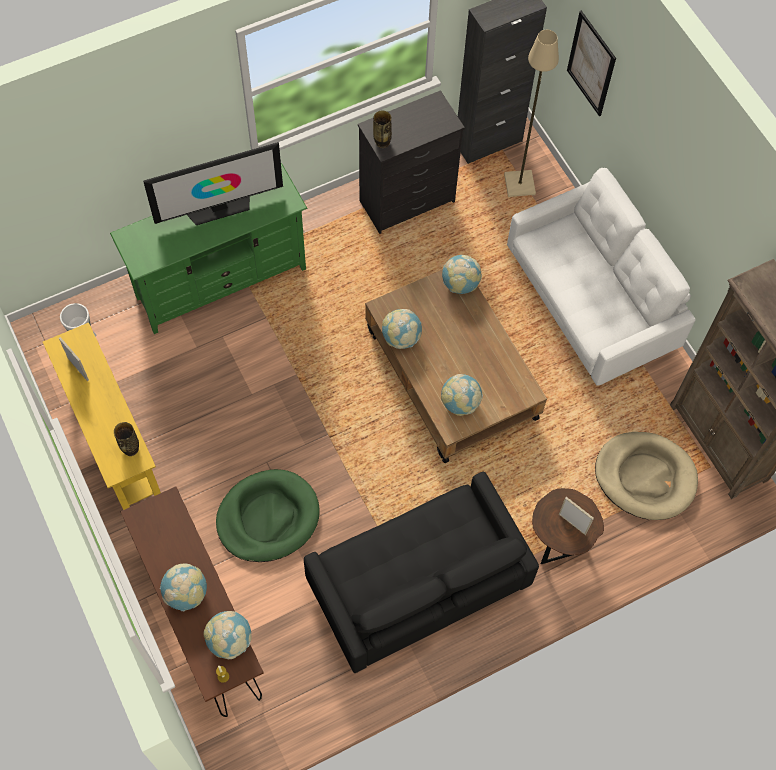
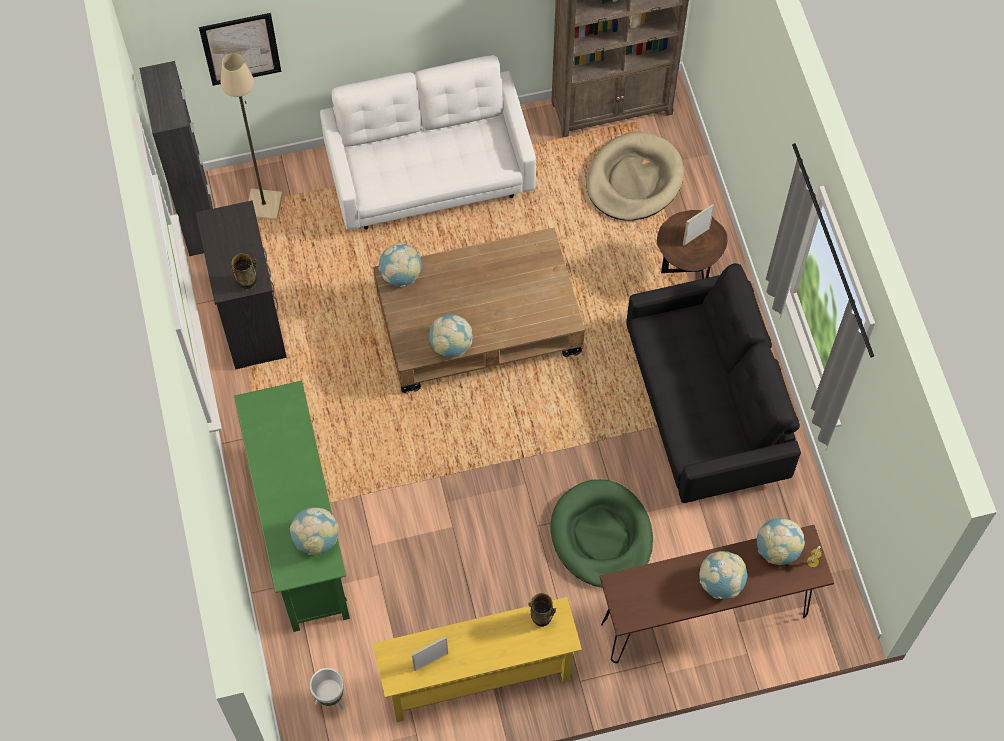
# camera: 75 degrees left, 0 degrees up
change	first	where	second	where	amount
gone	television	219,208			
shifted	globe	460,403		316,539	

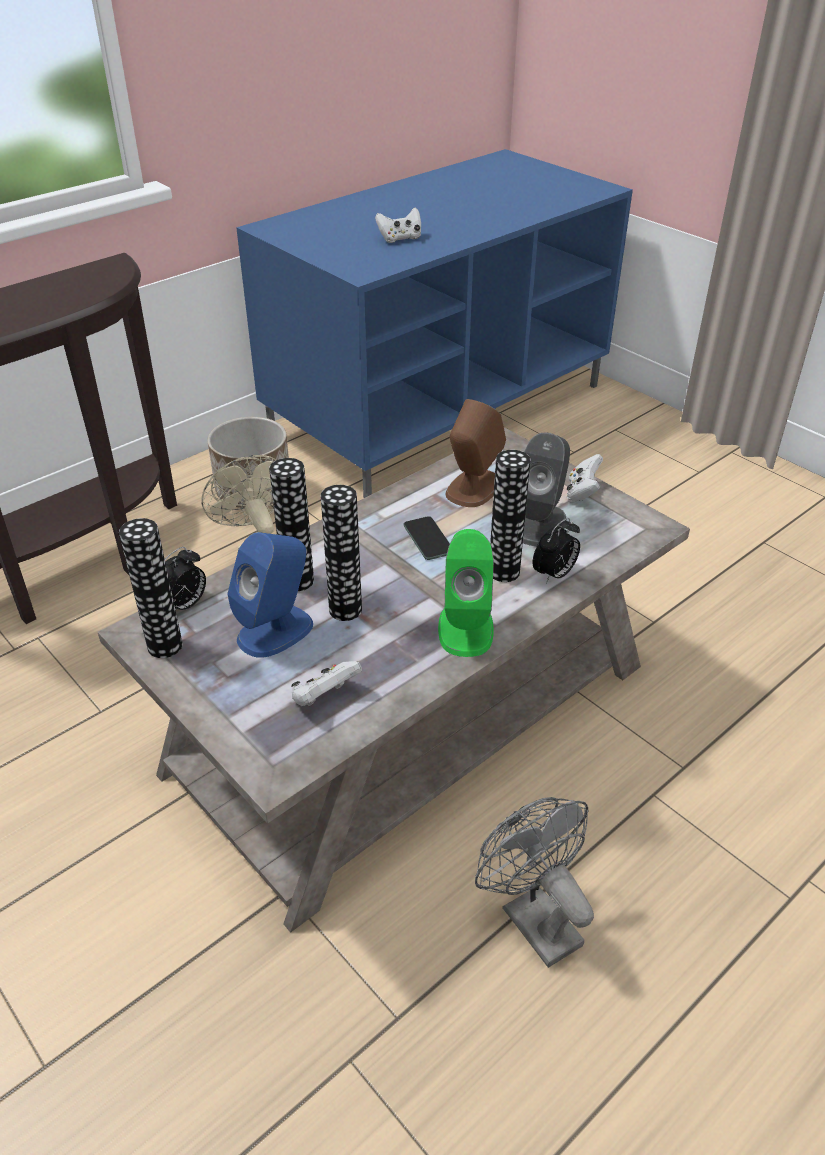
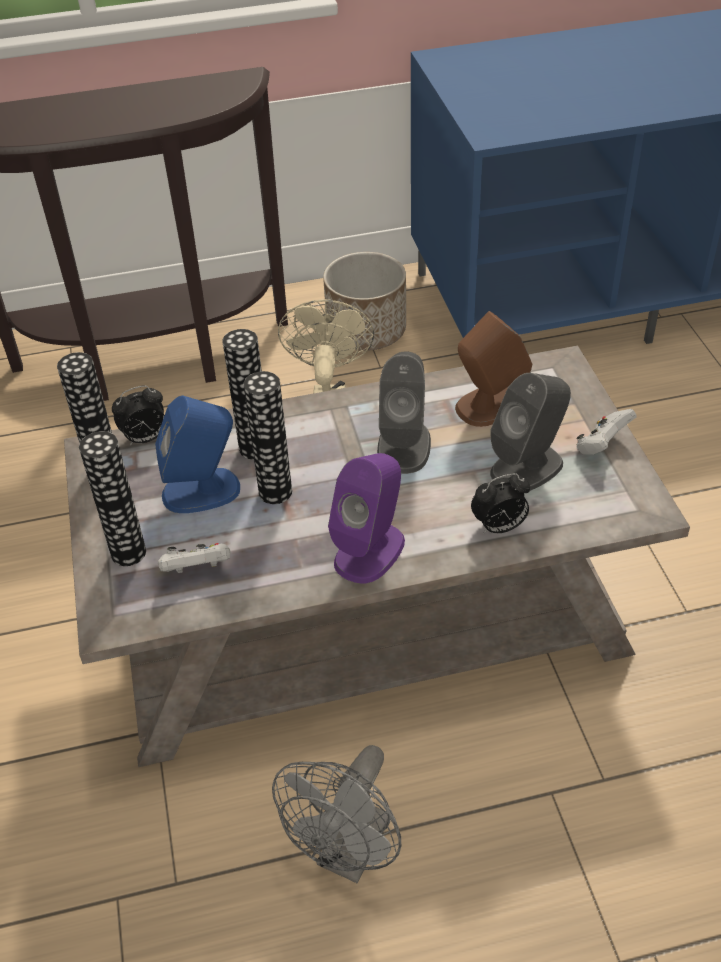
# camera: 30 degrees right, 5 degrees up
change	first	where	second	where	amount
gone	white game controller	400,239			
shifted	vase	504,572		128,553	
swapped	phone	428,539	grey speaker	404,446	
repainted	green speaker	465,627	purple speaker	370,550	
rotated	grey fan	532,917		349,854	150 degrees counterclockwise

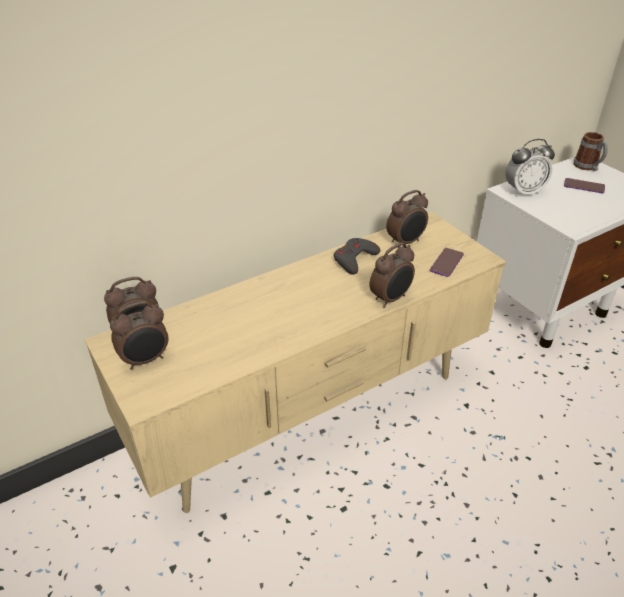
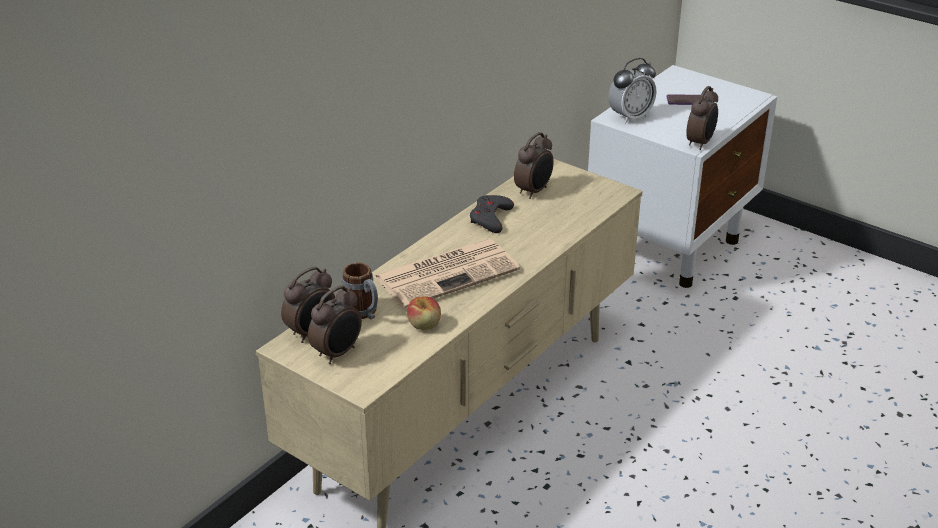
# camera: 20 degrees left, 5 degrees down
change	first	where	second	where	amount
shifted	mug	588,167		363,313	
shifted	alarm clock	391,299		700,143	
gone	phone	446,263			
new			newspaper	448,273	
new			apple	424,325	

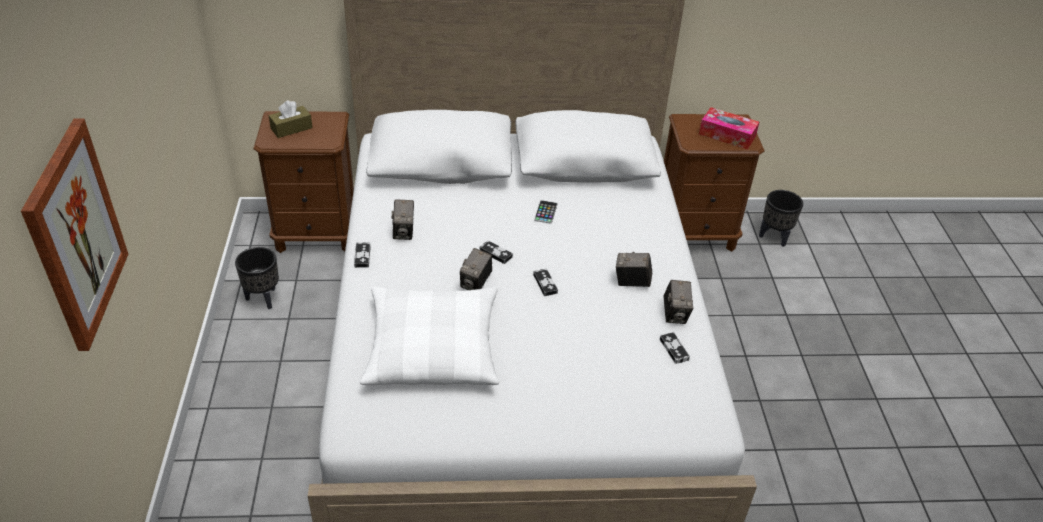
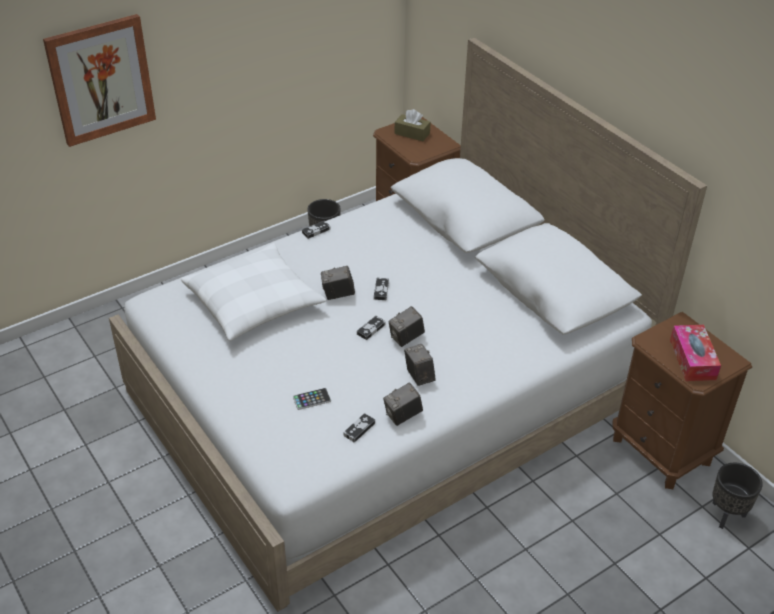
# camera: 60 degrees right, 0 degrees up
change	first	where	second	where	amount
shifted	photo camera	404,232		406,338	
shifted	phone	545,212		312,399	

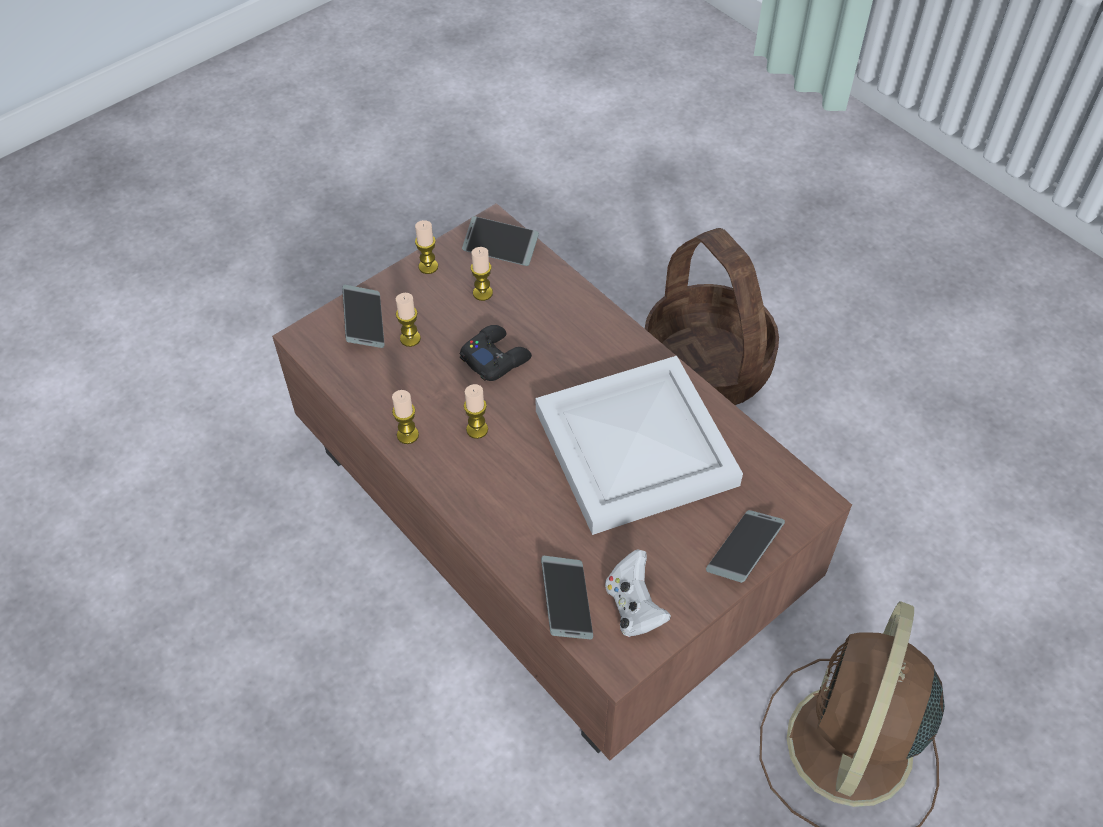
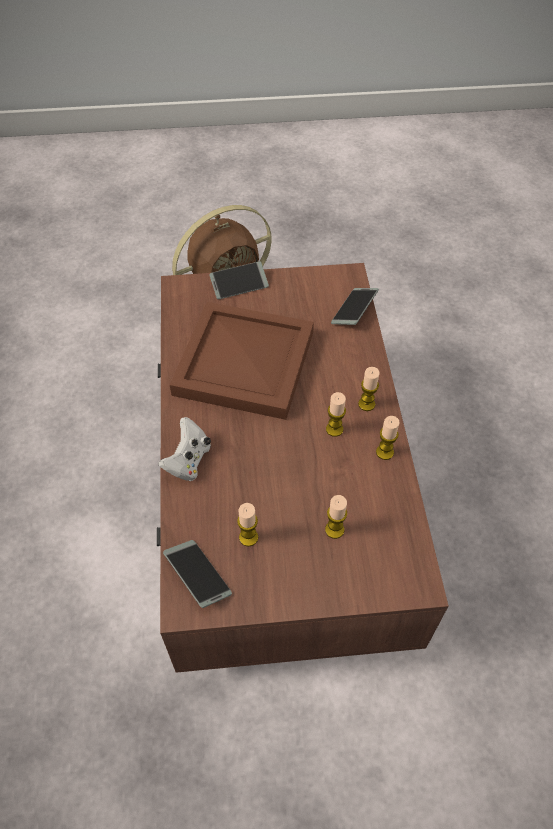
# camera: 145 degrees left, 0 degrees up
change	first	where	second	where	amount
shifted	candle	428,266		366,404	
gone	basket	705,365			
gone	phone	364,321			
gone	black game controller	495,358			
repainted	white tray	634,450	brown tray	247,362	
shifted	white game controller	634,607		188,461	

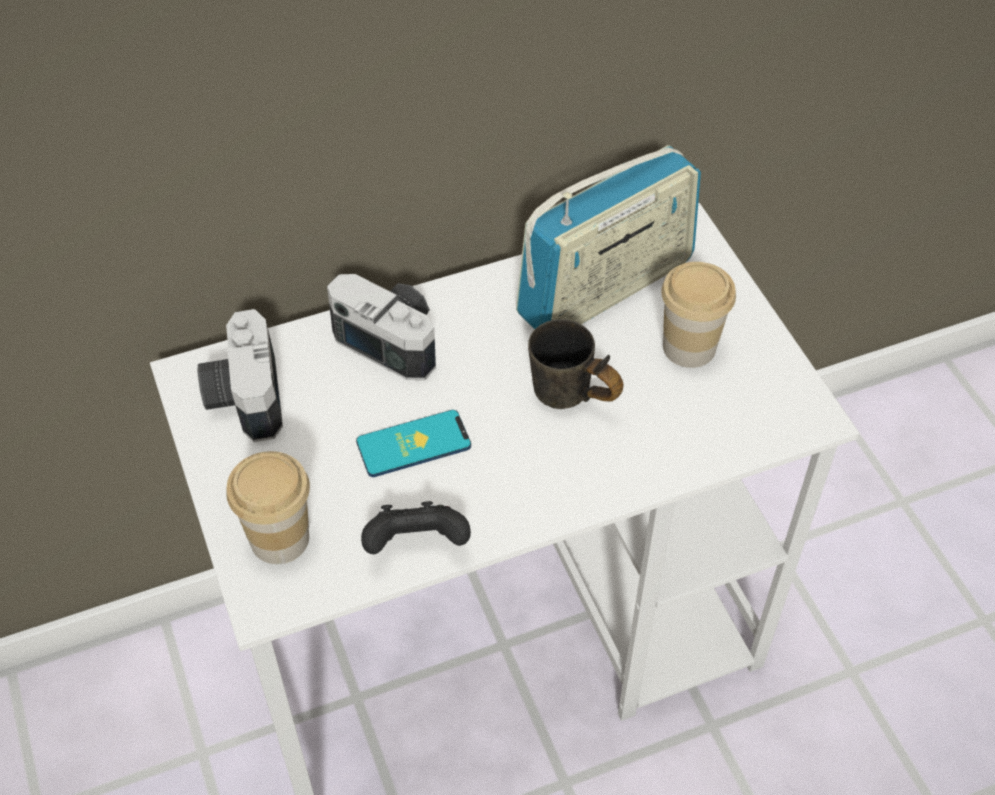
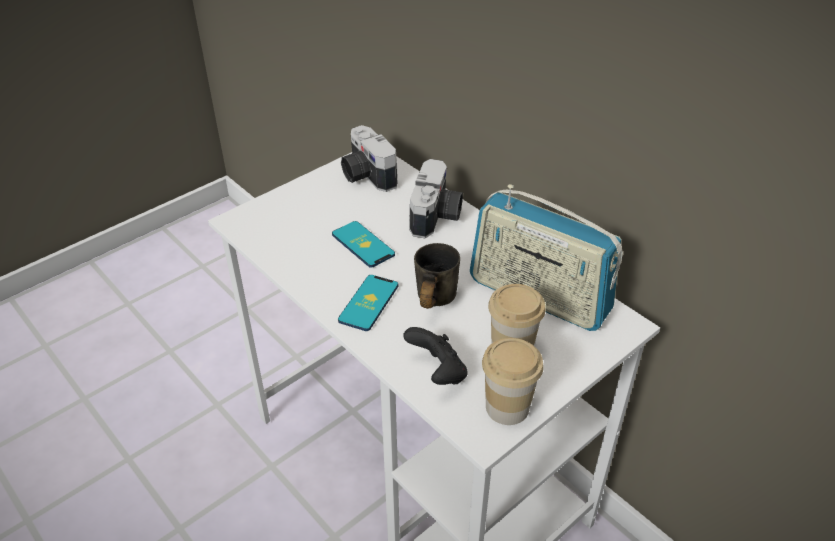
# camera: 70 degrees right, 10 degrees down
change	first	where	second	where	amount
rotated	photo camera	242,396		366,175	90 degrees counterclockwise
shifted	cup	279,538		507,407	
shifted	black game controller	416,545		437,372	
new			phone	368,303	

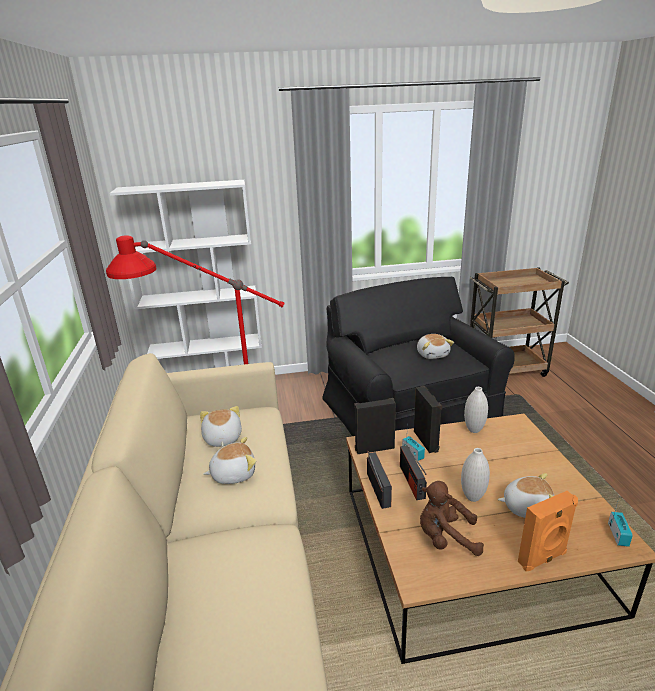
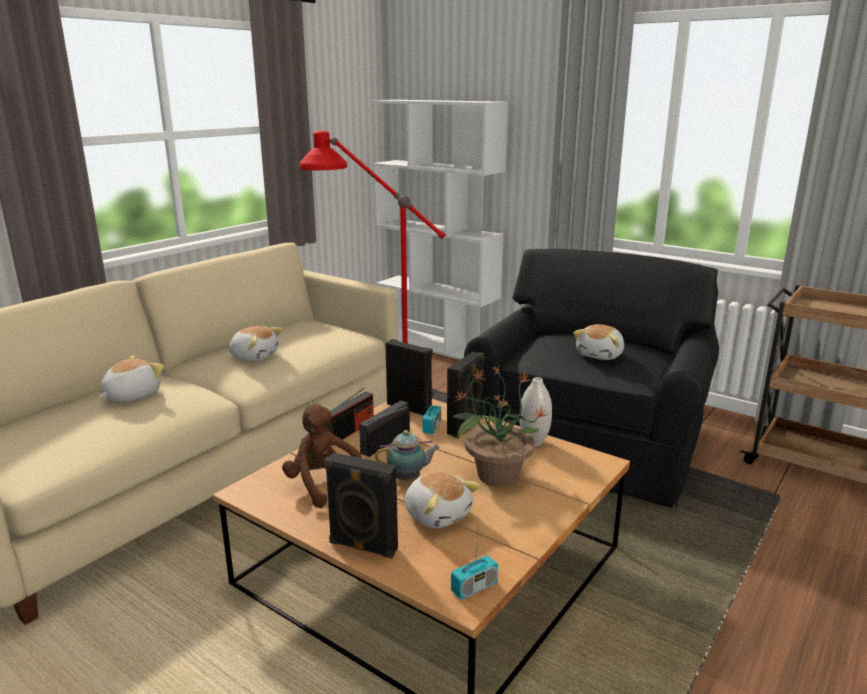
# camera: 45 degrees right, 5 degrees down
change	first	where	second	where	amount
shifted	plush toy	222,438		131,395	
swapped	white vase	472,497	teapot	408,479	
repainted	orange speaker	543,559	black speaker	362,547	
new			potted plant	496,475	

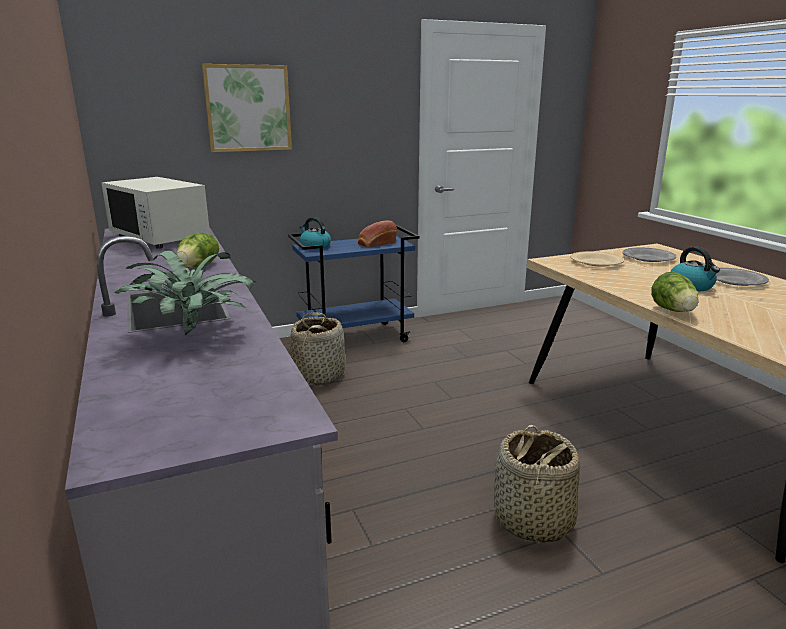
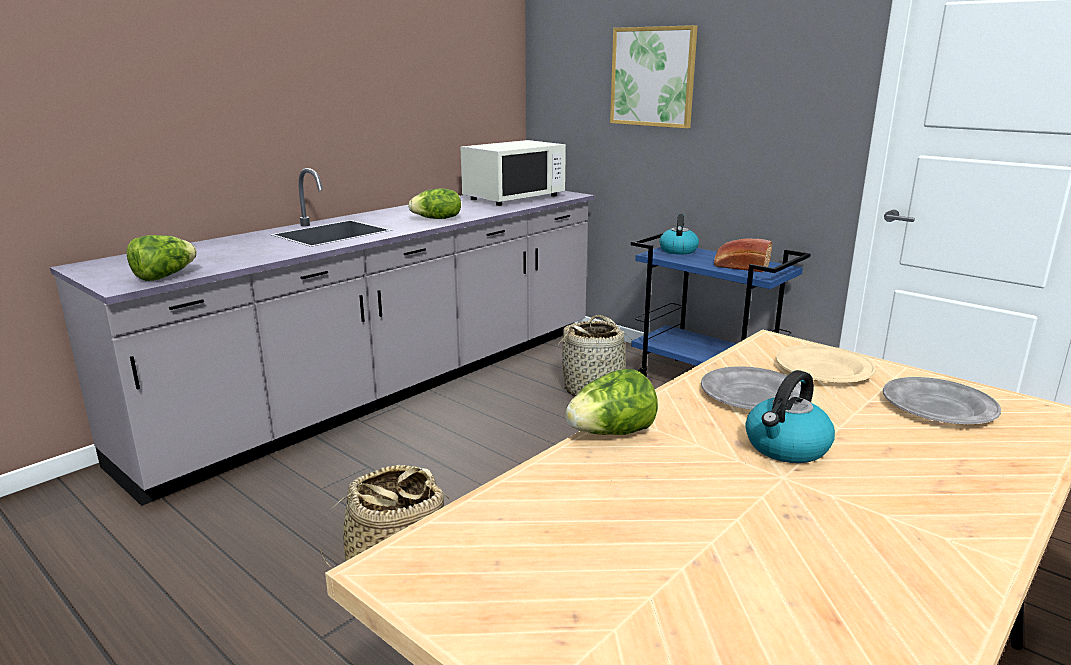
# camera: 65 degrees right, 0 degrees up
change	first	where	second	where	amount
rotated	white microwave	160,237		514,197	150 degrees counterclockwise
gone	potted plant	195,332			
shifted	grey plate	735,280		751,395	
new			lettuce	164,277	

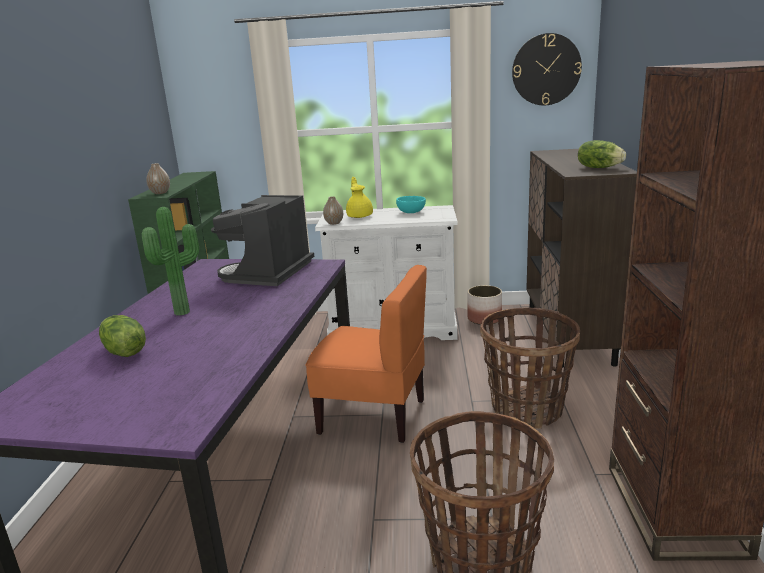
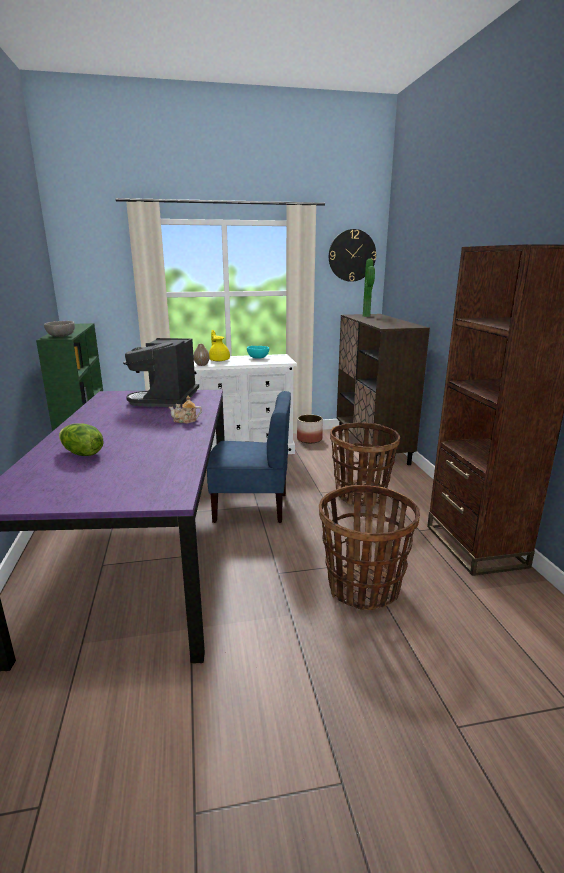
# camera: 15 degrees left, 0 degrees up
change	first	where	second	where	amount
gone	lettuce	599,168			
swapped	vase	160,193	grey bowl	62,336	
shifted	potted plant	184,312		367,316	
repainted	orange chair	373,416	blue chair	251,507	
new			teapot	185,420	

